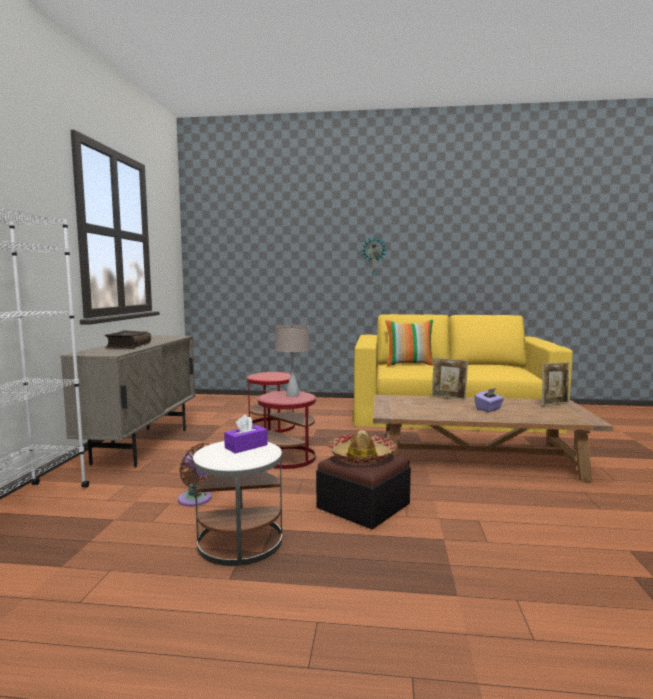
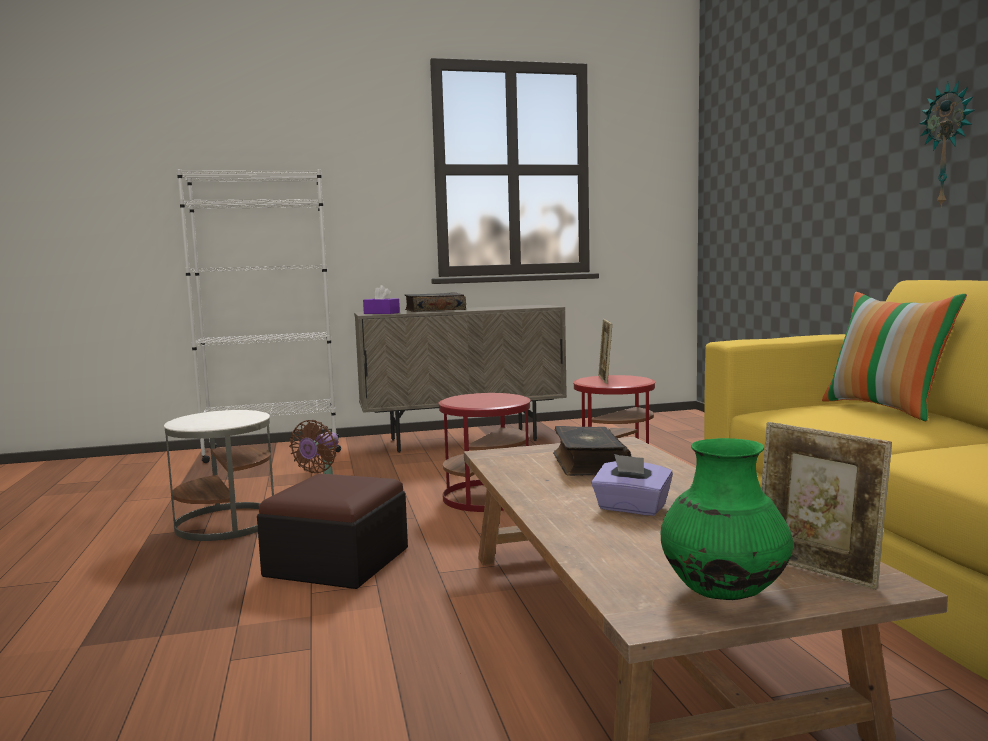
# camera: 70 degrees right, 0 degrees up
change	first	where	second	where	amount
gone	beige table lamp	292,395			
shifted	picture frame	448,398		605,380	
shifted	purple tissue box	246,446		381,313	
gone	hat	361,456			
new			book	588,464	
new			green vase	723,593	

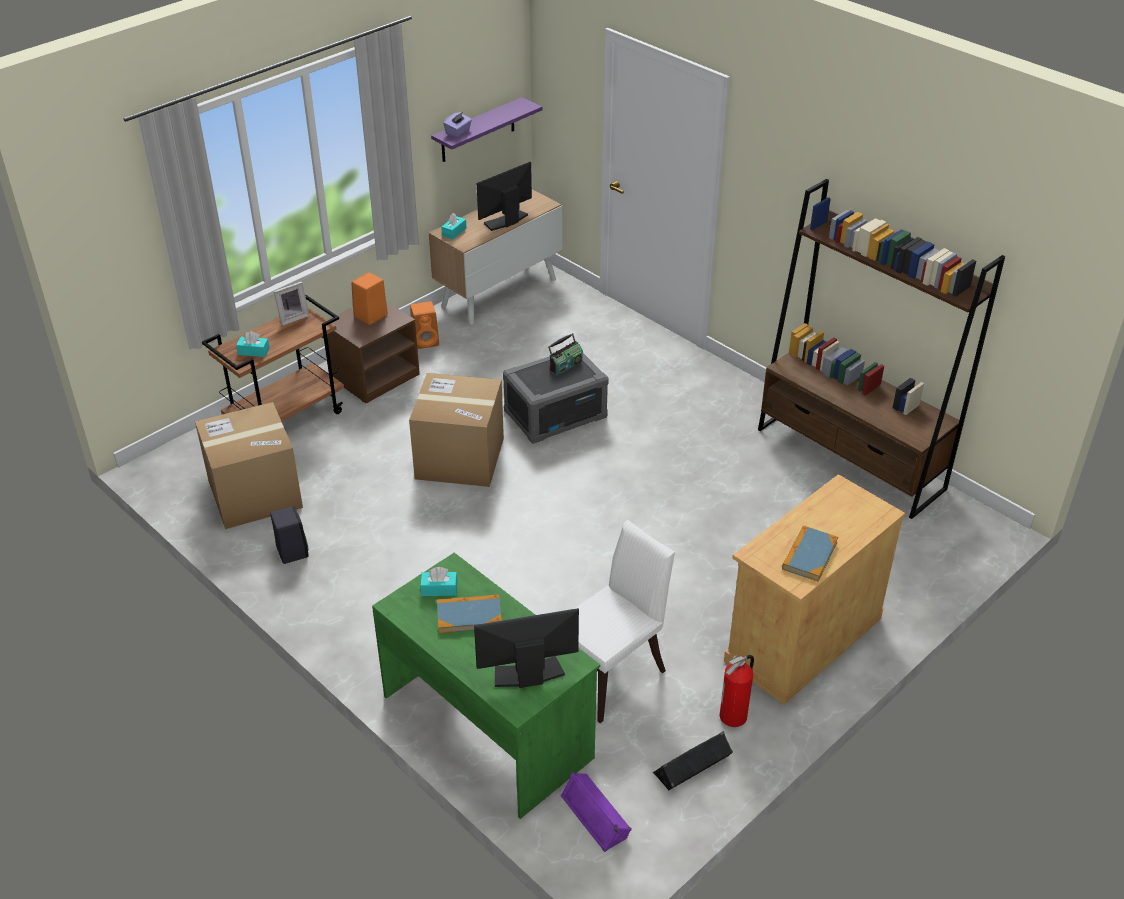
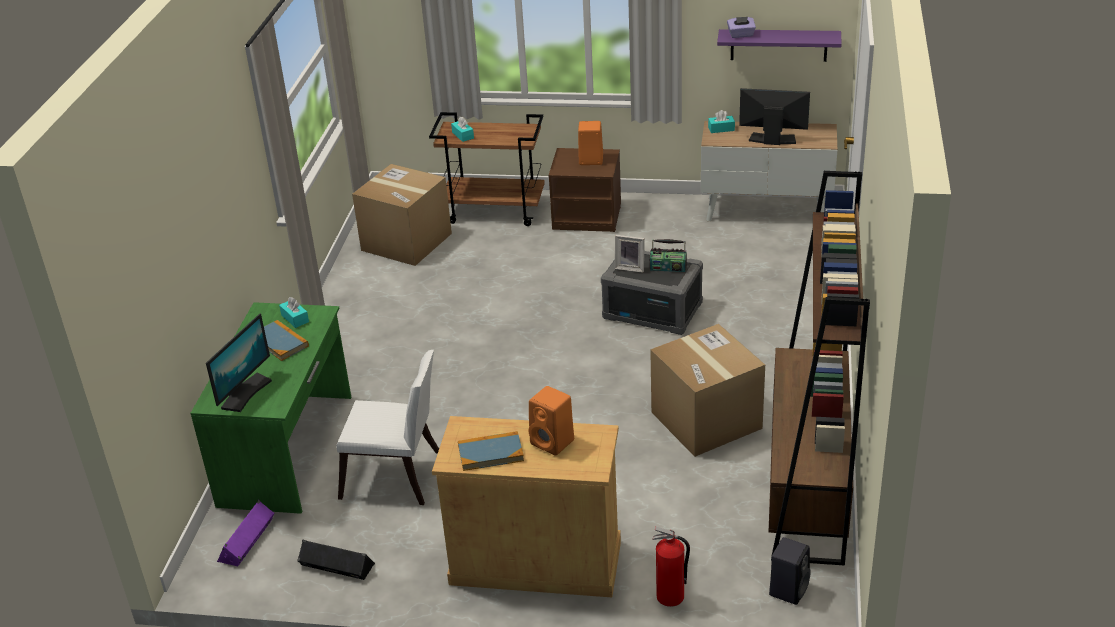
# camera: 55 degrees right, 5 degrees down
change	first	where	second	where	amount
shifted	picture frame	292,317		630,267	
shifted	orange speaker	426,341		553,442	
shifted	cardboard box	460,458		706,420	
shifted	black speaker	291,551		789,589	
rotated	monitor	528,674		245,393	75 degrees clockwise
shifted	fire extinguisher	734,716		670,597	

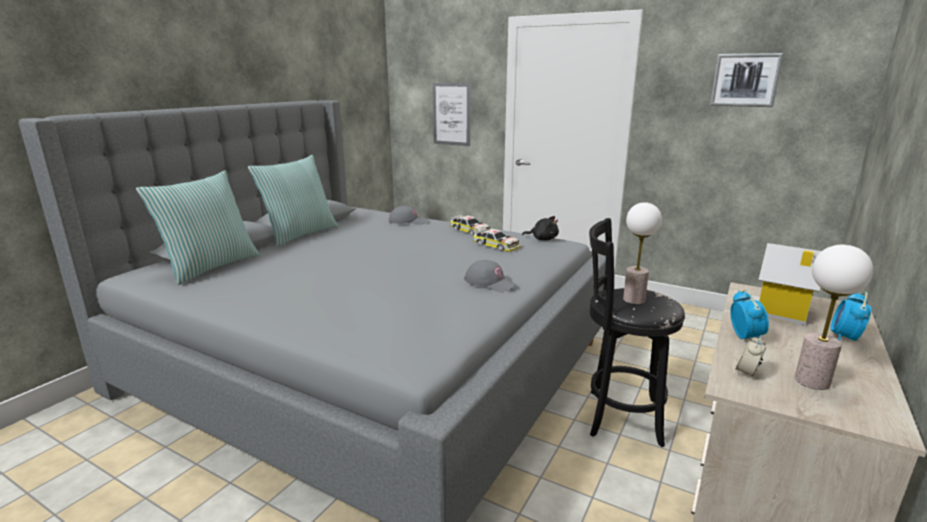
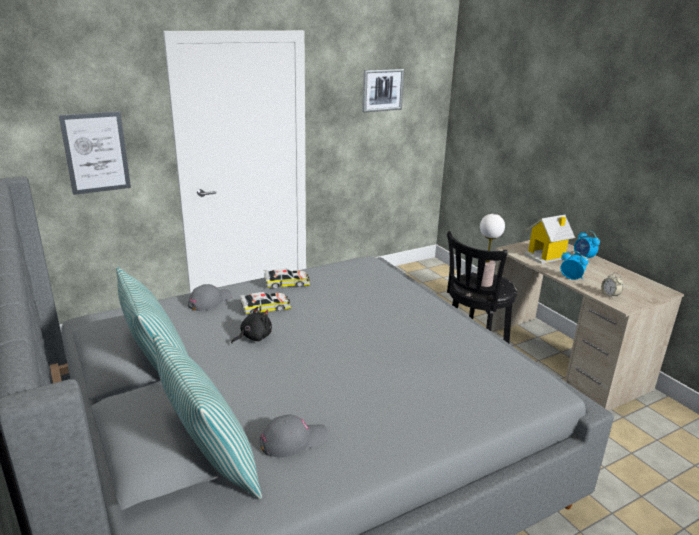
# camera: 60 degrees left, 5 degrees up
change	first	where	second	where	amount
shifted	black plush toy	542,239		254,337	
shifted	toy car	496,246		265,308	
gone	table lamp	812,381			
shifted	grey cap	490,283		293,440	

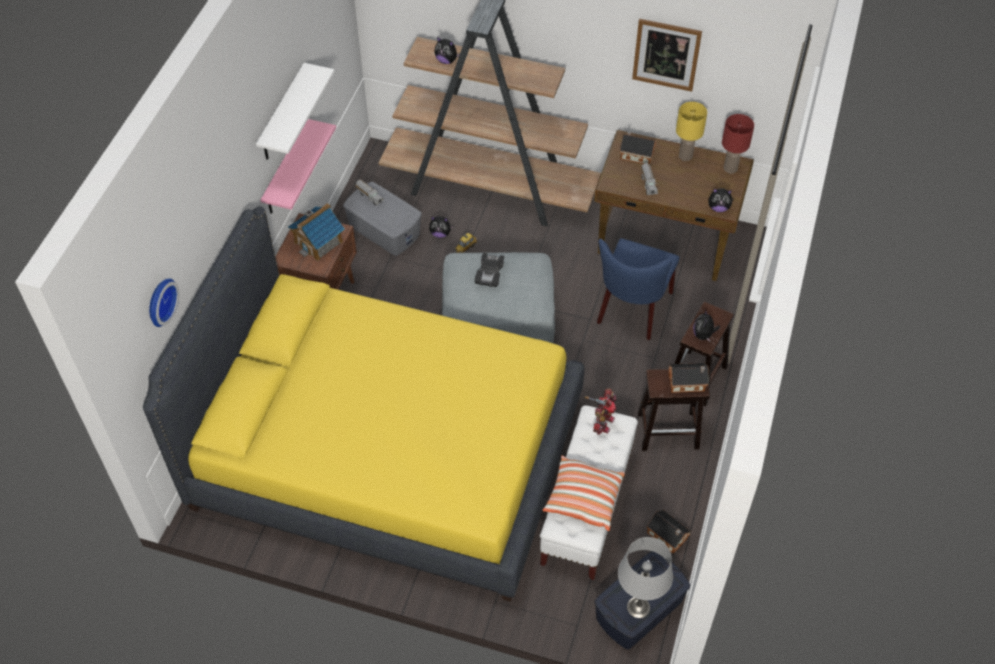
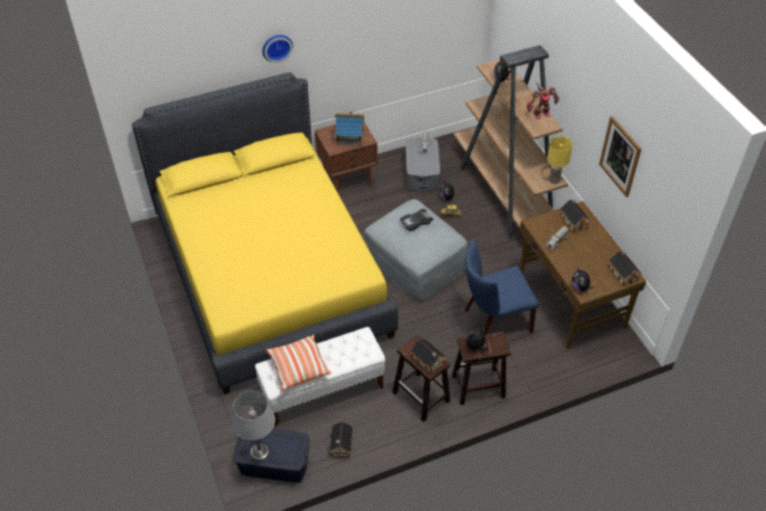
# camera: 50 degrees right, 5 degrees down
change	first	where	second	where	amount
gone	white shelf	282,114			
shifted	yellow table lamp	686,156		554,180	
swapped	red table lamp	730,168	toy house	622,273	
gone	pink shelf	286,169			
shifted	wall clock	159,301		276,47	
shifted	toy robot	602,422		540,113	

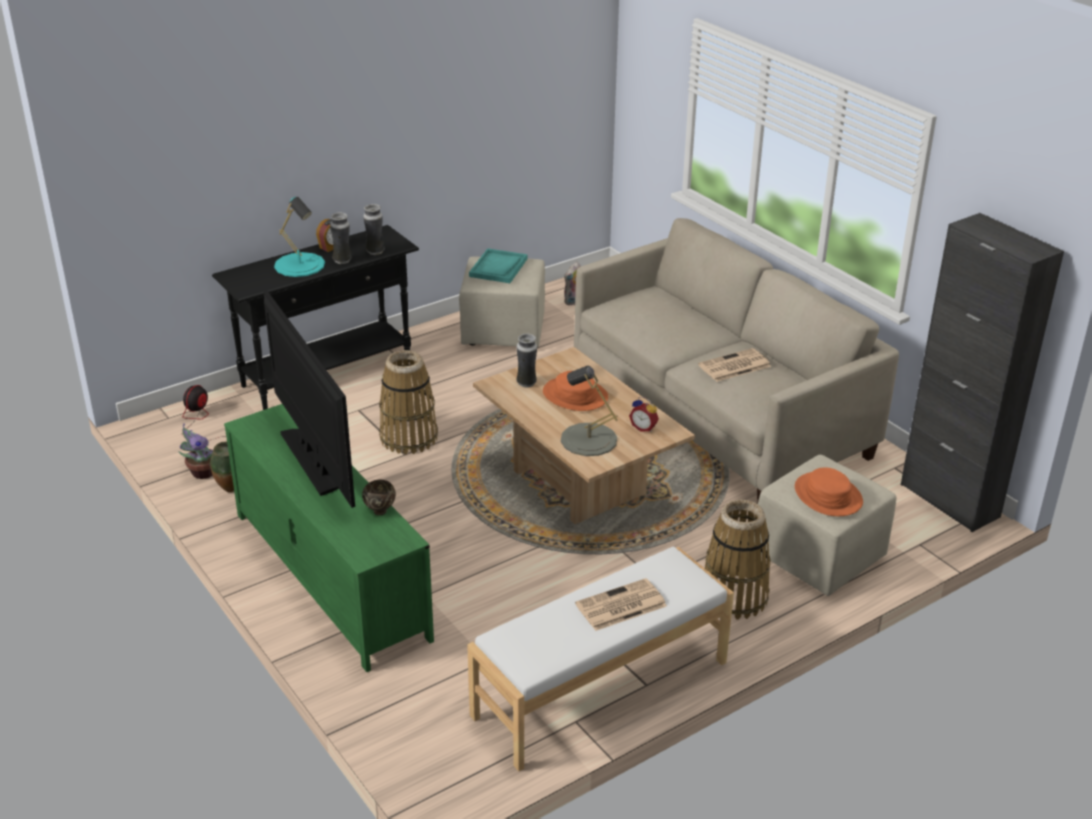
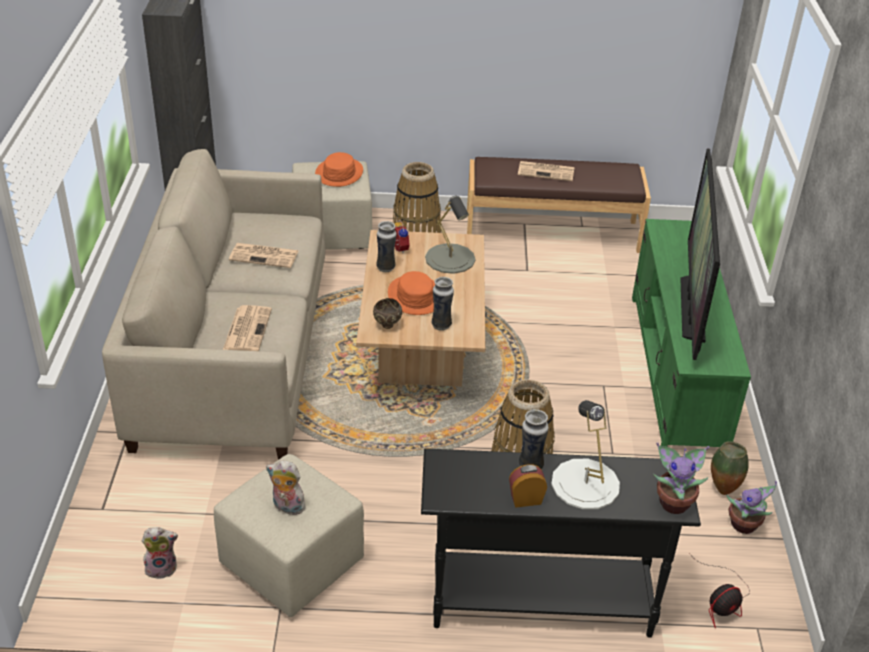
# camera: 145 degrees left, 5 degrees up
change	first	where	second	where	amount
repainted	turquoise table lamp	300,265	white table lamp	585,484	
shifted	vase	375,252		386,267	
swapped	turquoise tray	498,268	plush toy	287,507	
shifted	brown bowl	380,511		387,326	
repainted	white bench	601,689	brown bench	552,232	
new			newspaper	247,329	
new			potted plant	674,502	

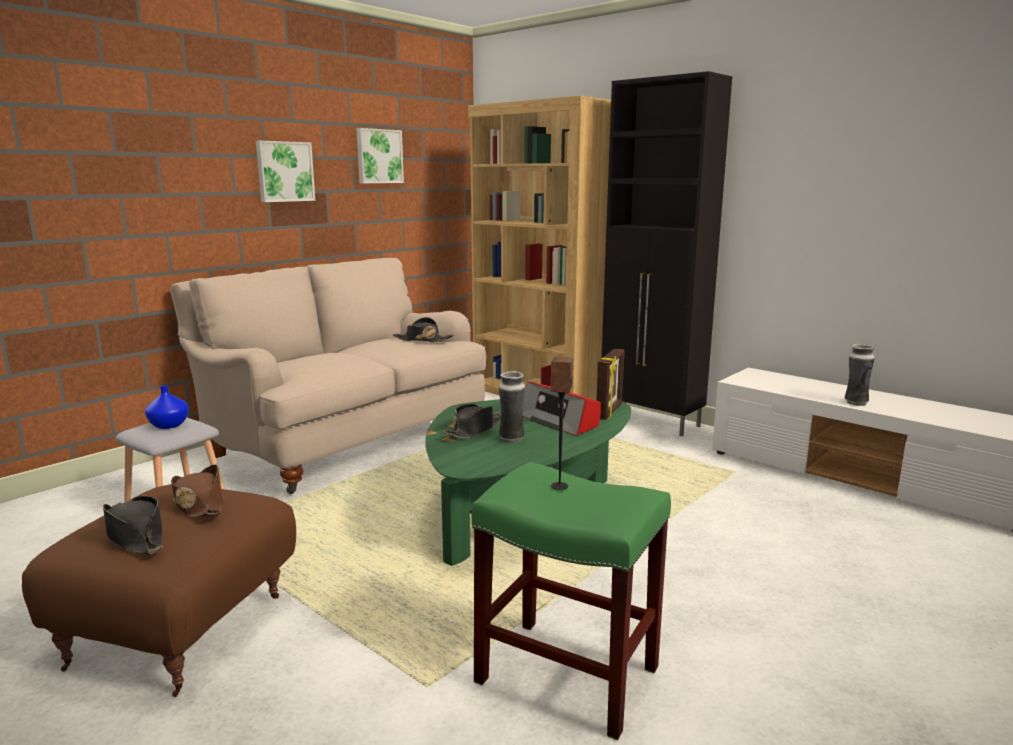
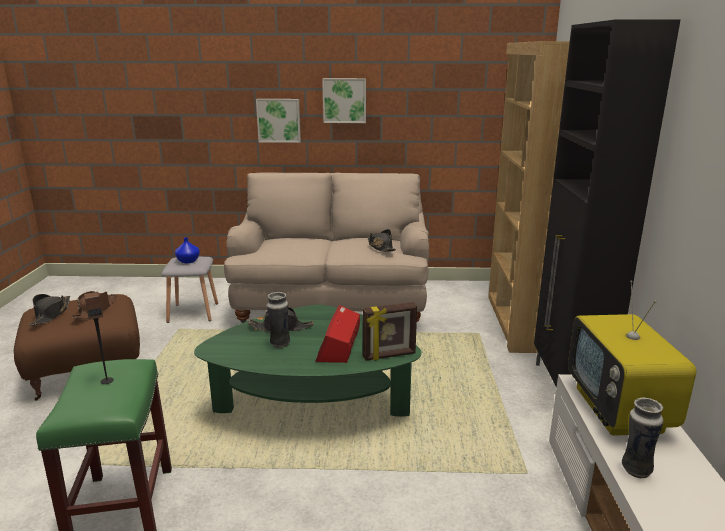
# camera: 50 degrees right, 5 degrees up
change	first	where	second	where	amount
shifted	picture	378,156		279,120	
new			television	619,411	

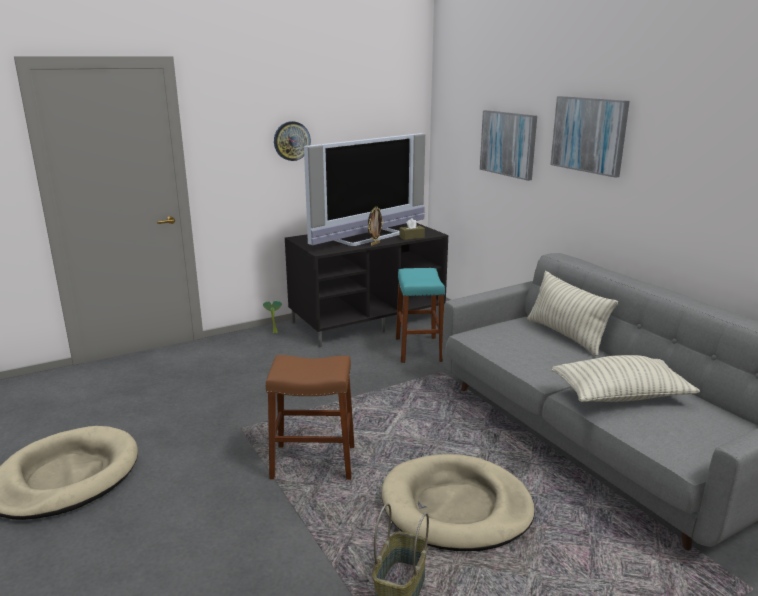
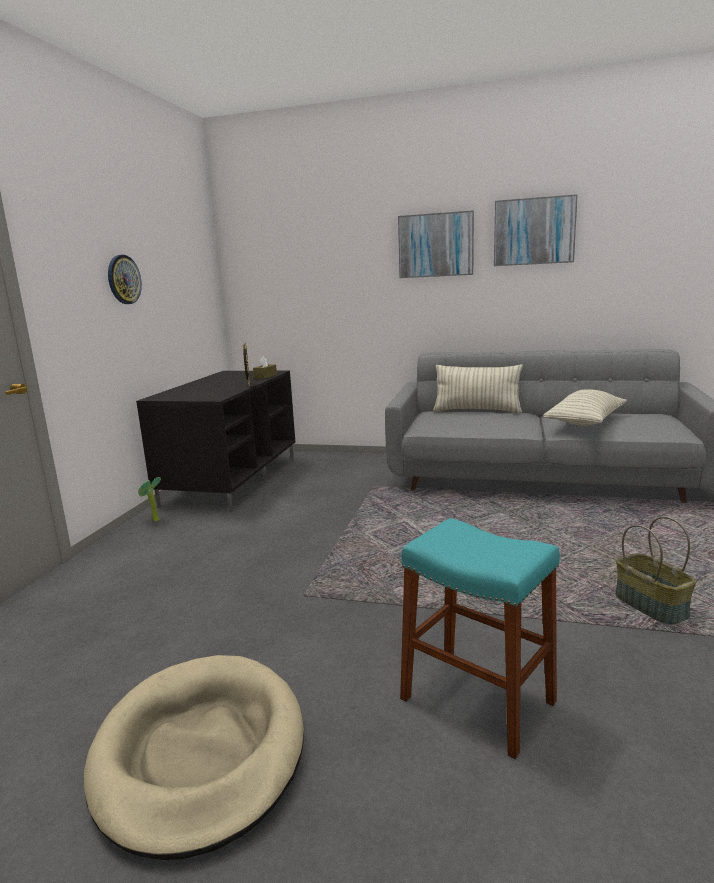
# camera: 45 degrees left, 5 degrees down
change	first	where	second	where	amount
shifted	picture	508,144		534,231	
gone	television	369,237			
shifted	turquoise stool	418,349		477,700	
gone	brown stool	313,462			
gone	beige dog bed	456,507			

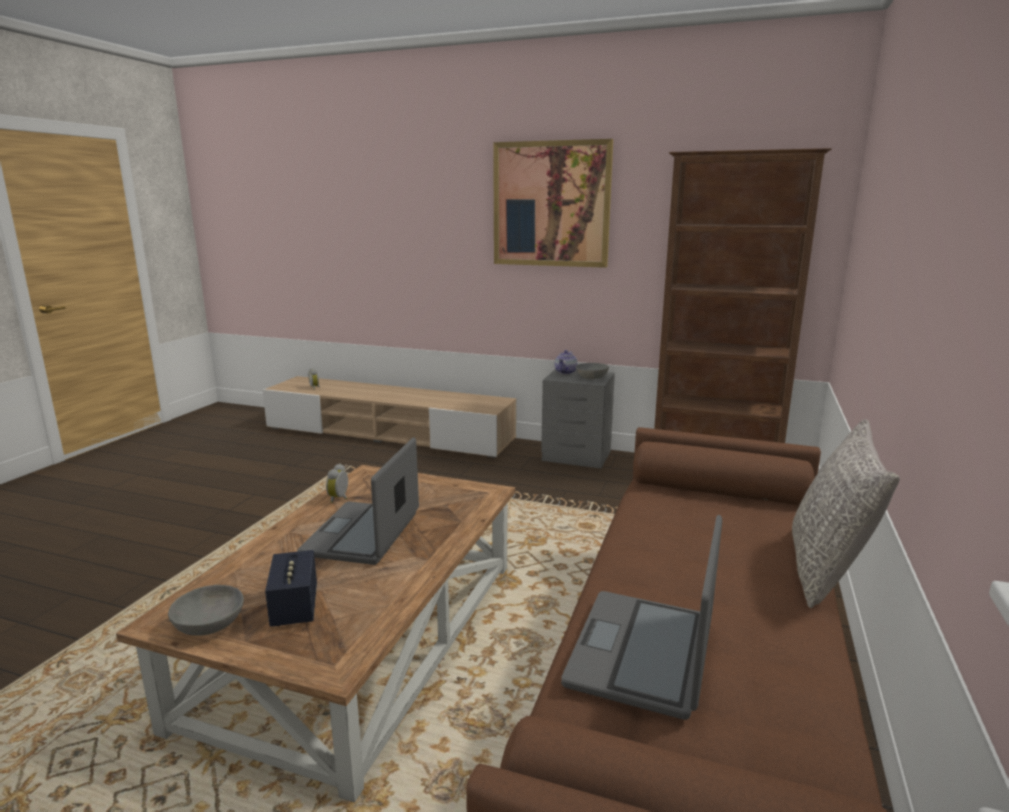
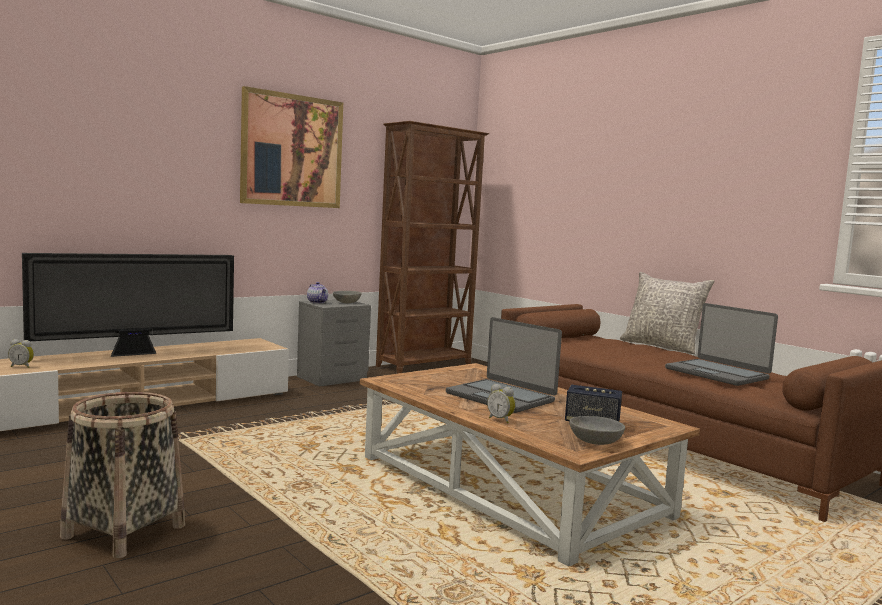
# camera: 60 degrees left, 10 degrees down
change	first	where	second	where	amount
shifted	alarm clock	340,499		501,420	
new			television	136,353	
new			basket	123,531	

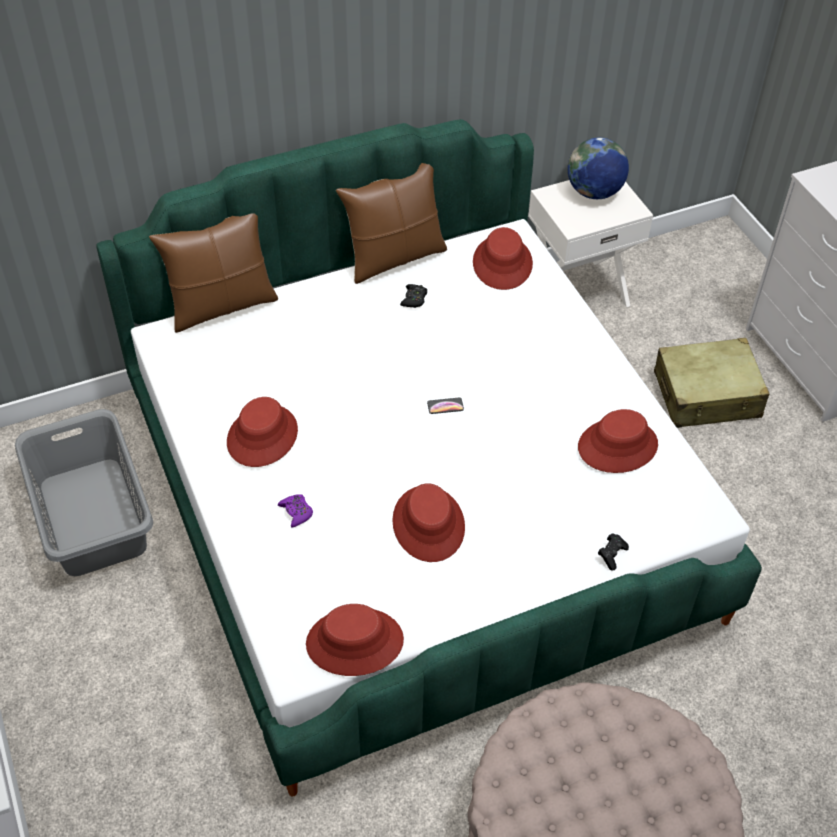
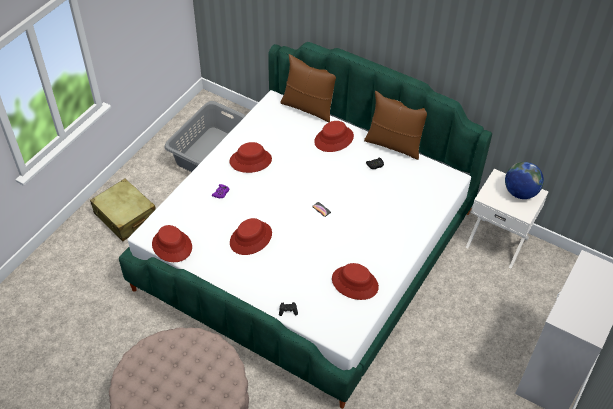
# camera: 55 degrees right, 0 degrees up
change	first	where	second	where	amount
shifted	red hat	502,263		334,139	
shifted	beige suitcase	707,395		125,216	

